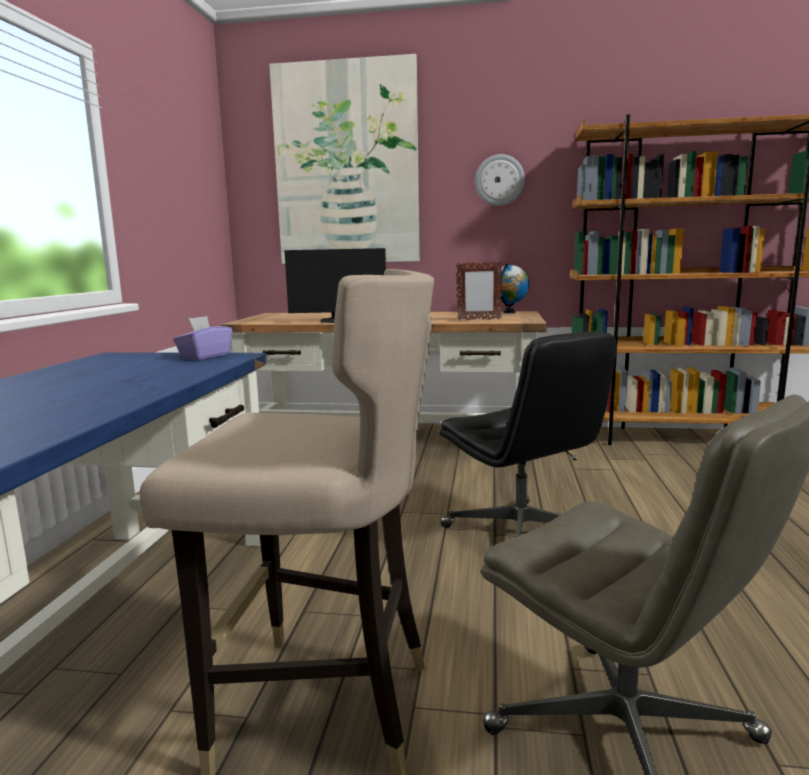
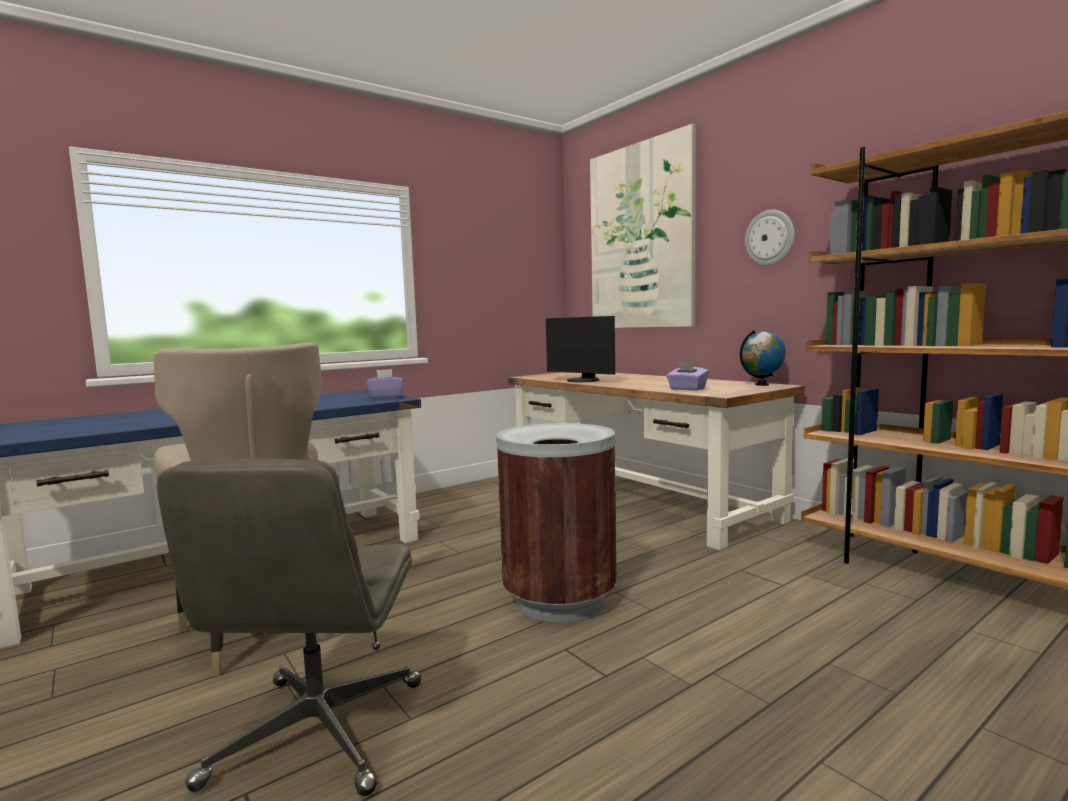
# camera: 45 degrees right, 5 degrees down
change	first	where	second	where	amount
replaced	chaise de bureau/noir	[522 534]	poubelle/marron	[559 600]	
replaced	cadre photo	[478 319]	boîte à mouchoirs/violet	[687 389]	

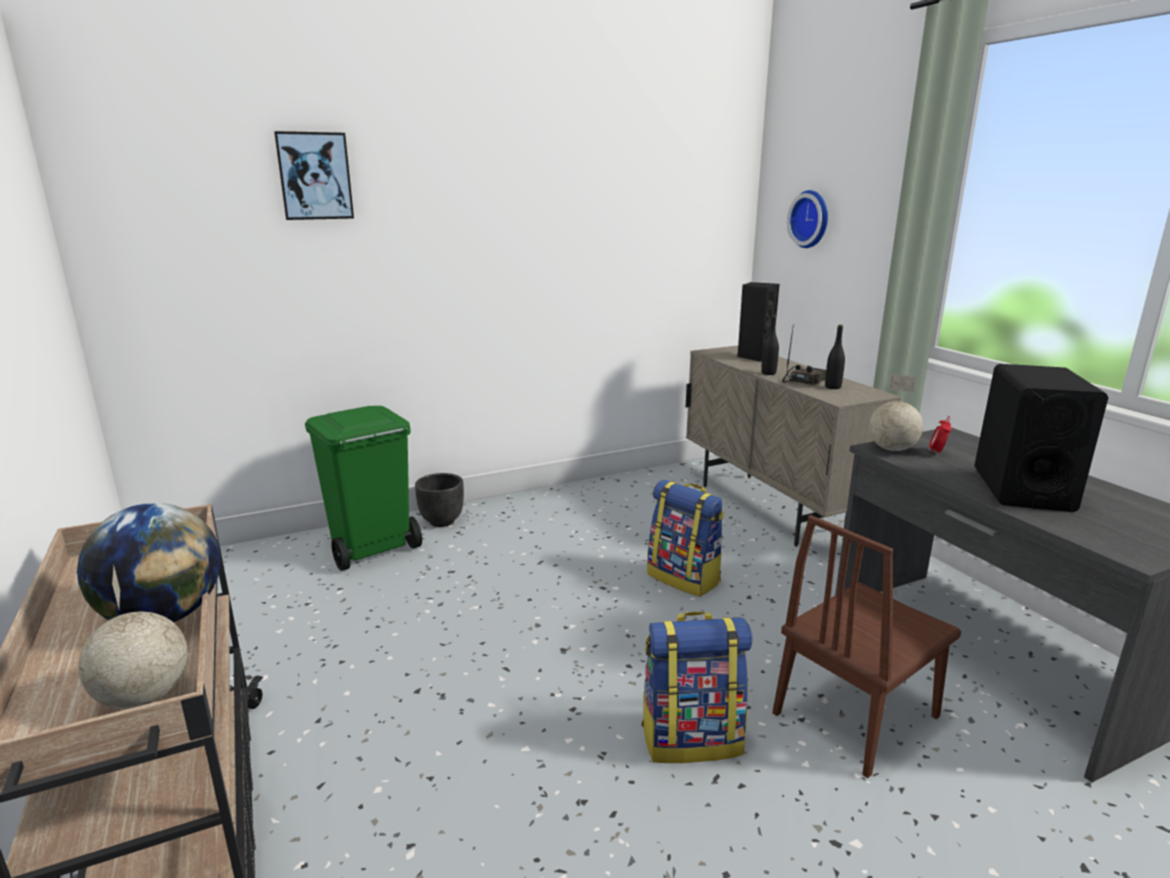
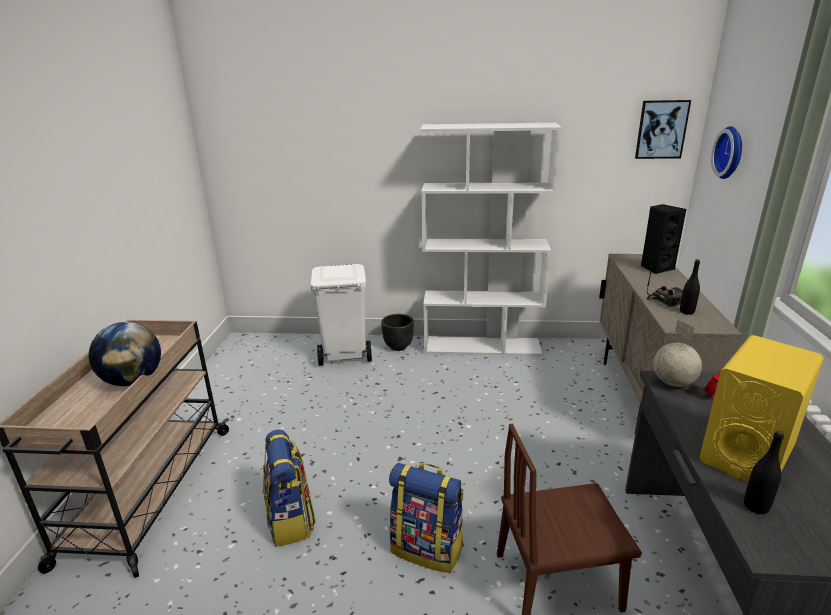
# camera: 30 degrees right, 5 degrees up
change	first	where	second	where	amount
removed	globe	[143 698]			
moved	tableau	[315 176]		[661 129]	
recoloured	poubelle/vert	[371 550]	poubelle/blanc	[344 356]	
moved	sac à dos	[684 578]		[291 520]	
moved	bouteille/noir	[768 373]		[756 506]	
recoloured	enceinte/noir	[1022 489]	enceinte/jaune	[746 453]	
added			bibliothèque/blanc	[482 346]	

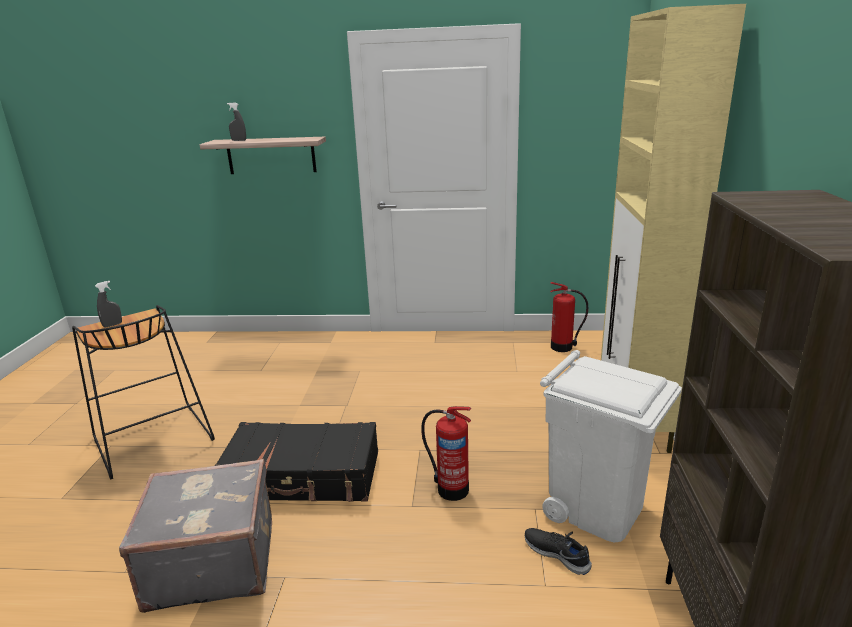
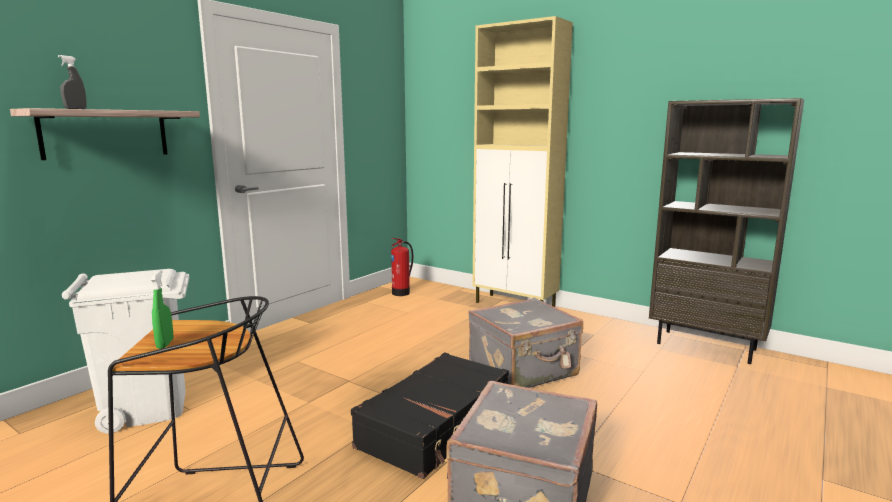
# camera: 60 degrees left, 10 degrees down
change	first	where	second	where	amount
recoloured	vaporisateur/gris	[112 325]	vaporisateur/vert	[165 344]	
replaced	extincteur	[451 489]	valise/gris	[524 371]	
removed	chaussure/noir	[557 553]			
moved	poubelle/blanc	[597 508]		[147 408]	

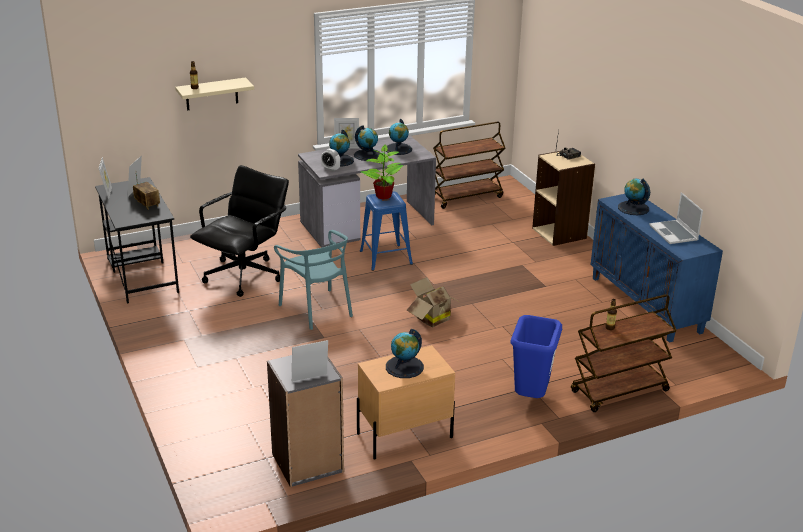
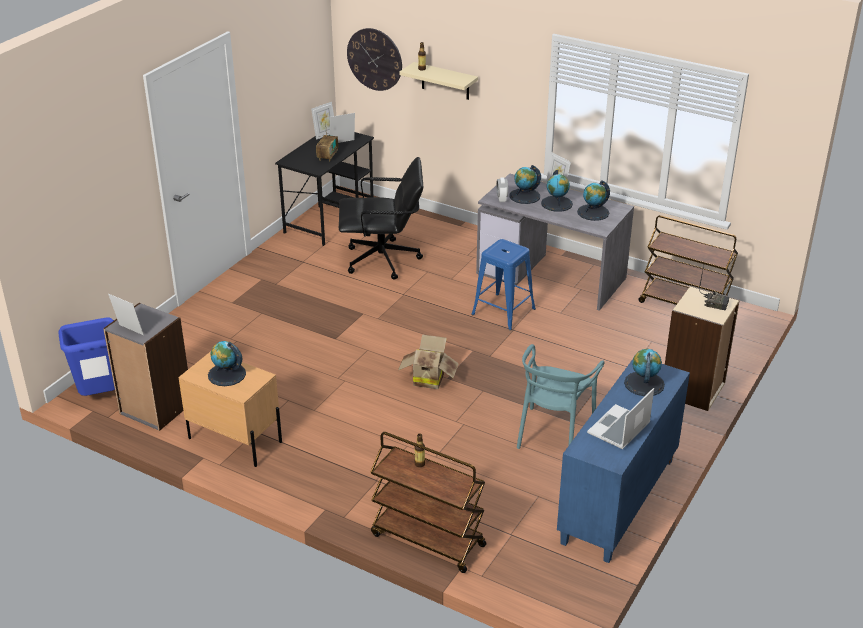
# camera: 55 degrees right, 5 degrees up
change	first	where	second	where	amount
moved	chaise/turquoise	[317 309]		[553 434]	
removed	plante en pot	[383 196]			
moved	poubelle/bleu	[530 398]		[100 397]	
added			horloge murale	[374 59]	

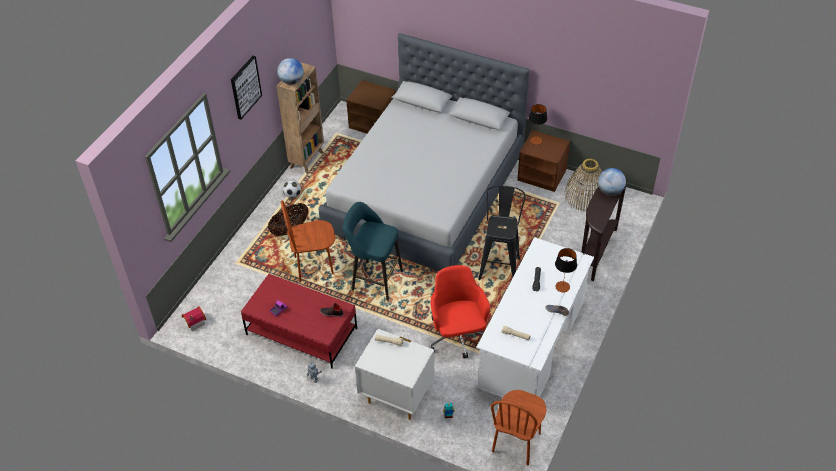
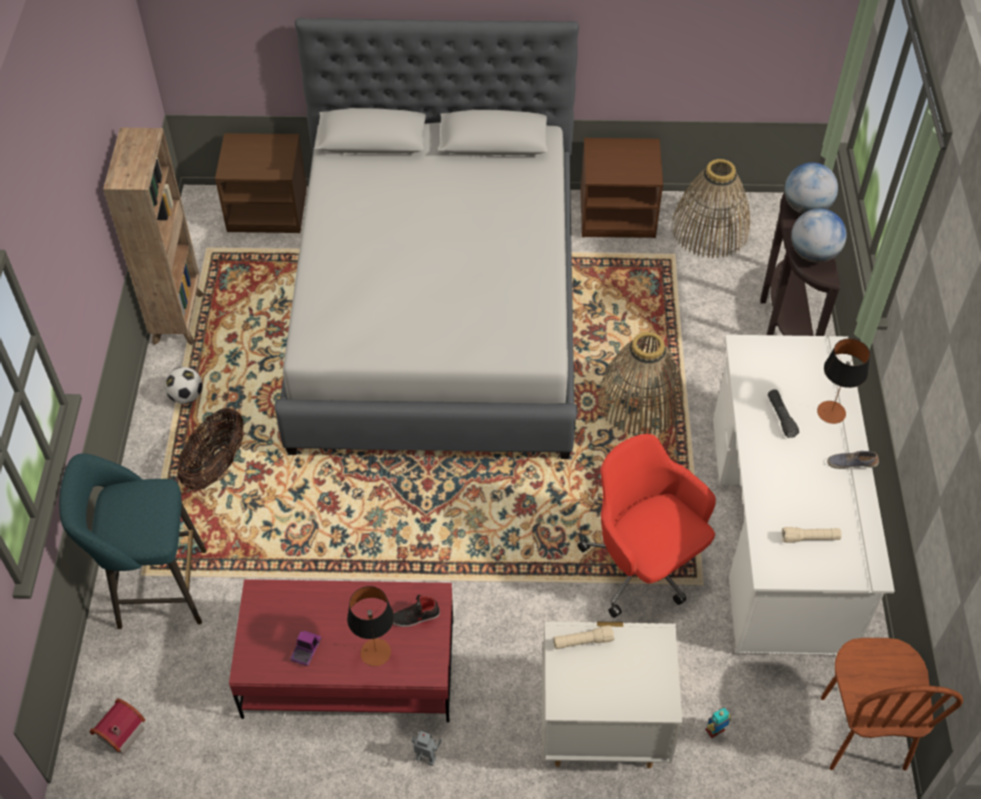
# camera: 25 degrees left, 5 degrees up
change	first	where	second	where	amount
removed	tableau	[245 87]			
moved	globe	[291 81]		[813 254]	
removed	chaise/marron	[313 265]			
moved	tabouret/turquoise	[374 279]		[155 589]	
replaced	tabouret/noir	[500 265]	panier	[640 401]	
moved	lampe de table	[535 140]		[375 652]	

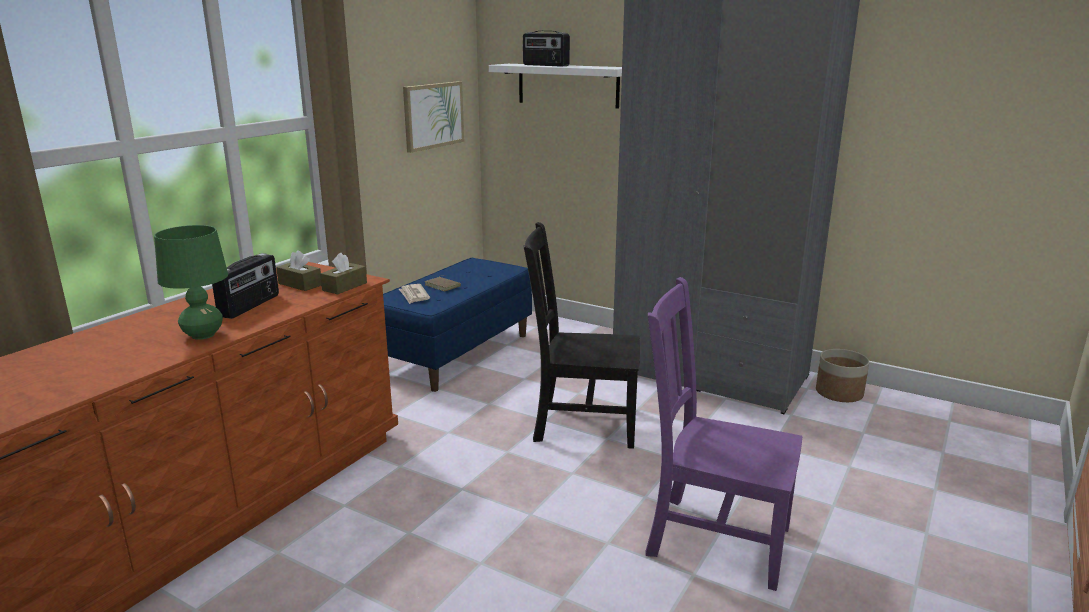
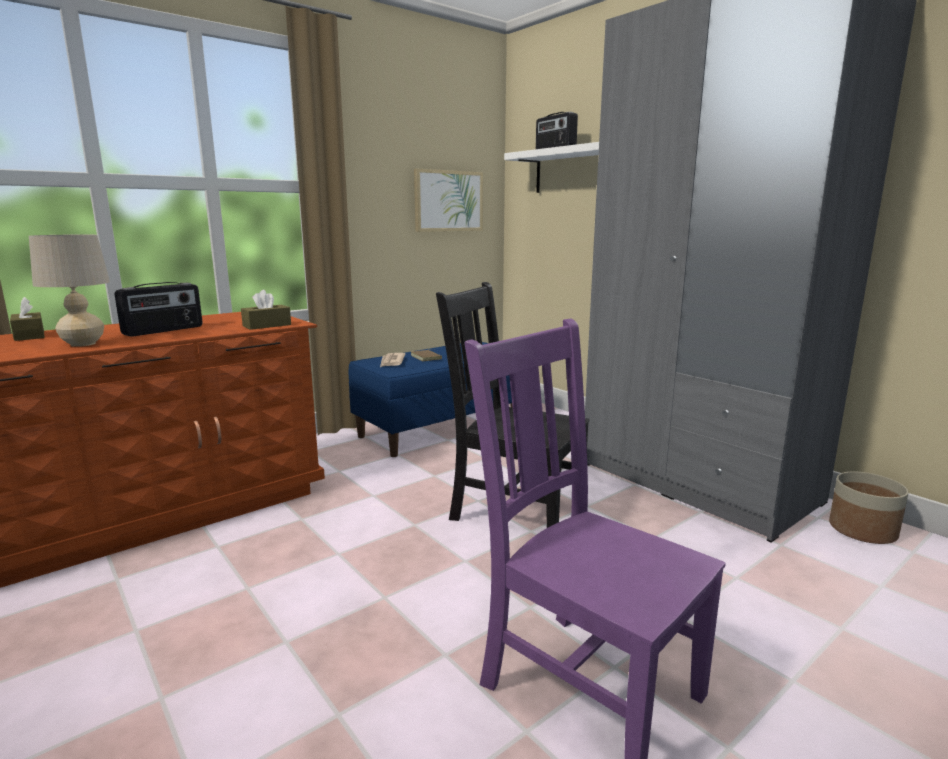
# camera: 20 degrees right, 5 degrees down
change	first	where	second	where	amount
recoloured	lampe de table/vert	[203 335]	lampe de table/beige	[83 344]	
moved	boîte à mouchoirs/marron	[300 284]		[29 335]	

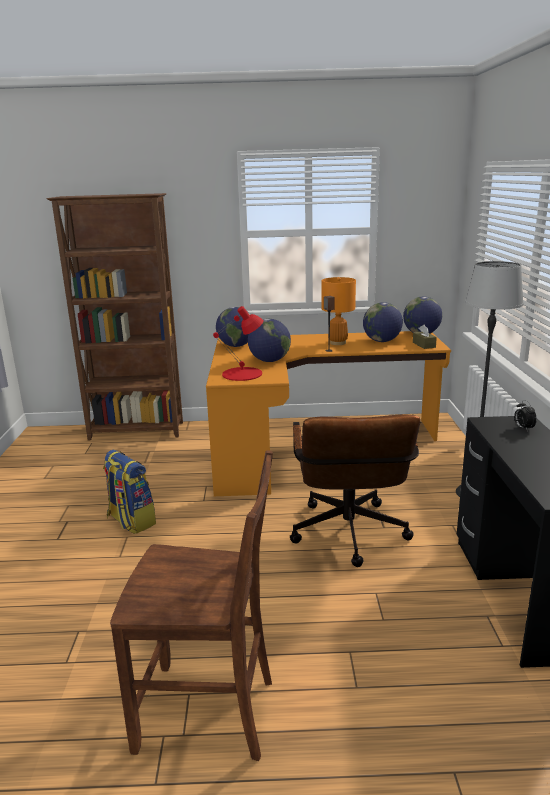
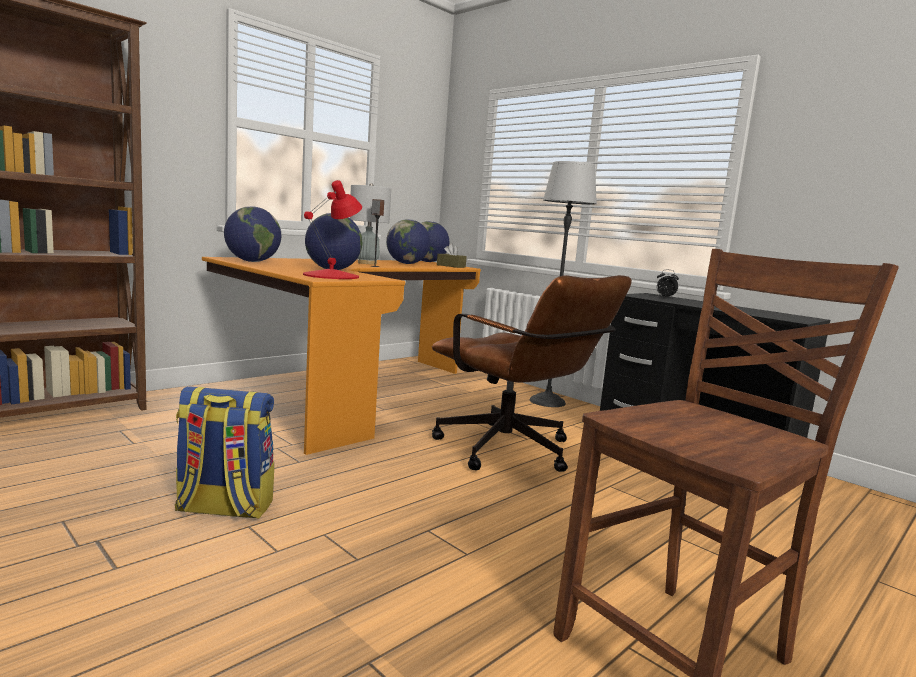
# camera: 45 degrees left, 10 degrees down
change	first	where	second	where	amount
recoloured	lampe de table/orange	[338 343]	lampe de table/gris	[367 263]	

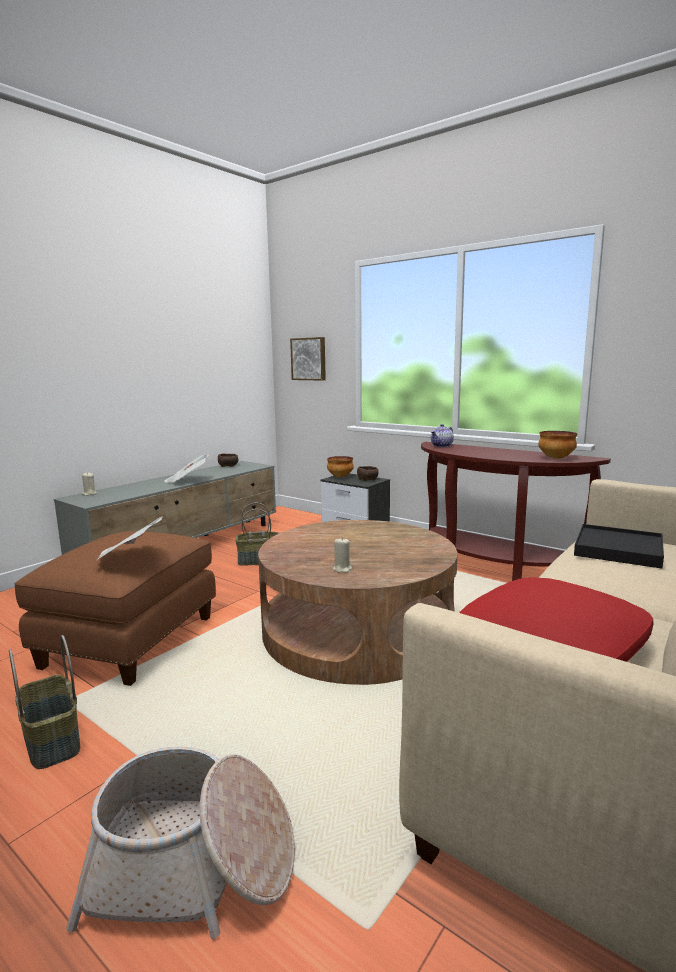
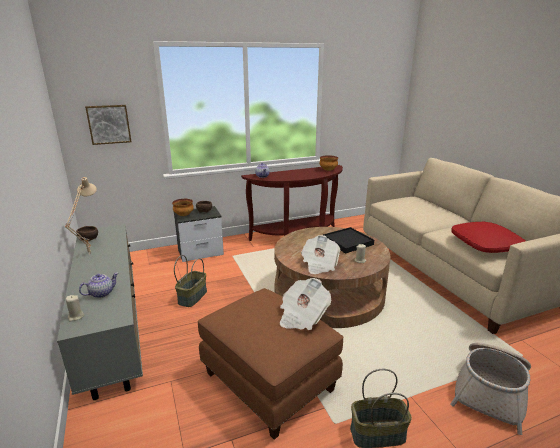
# camera: 60 degrees left, 10 degrees up
change	first	where	second	where	amount
moved	journal	[187 480]		[319 264]	
moved	plateau/noir	[618 550]		[348 242]	
added			lampe de table/beige	[88 253]	
added			théière	[101 293]	

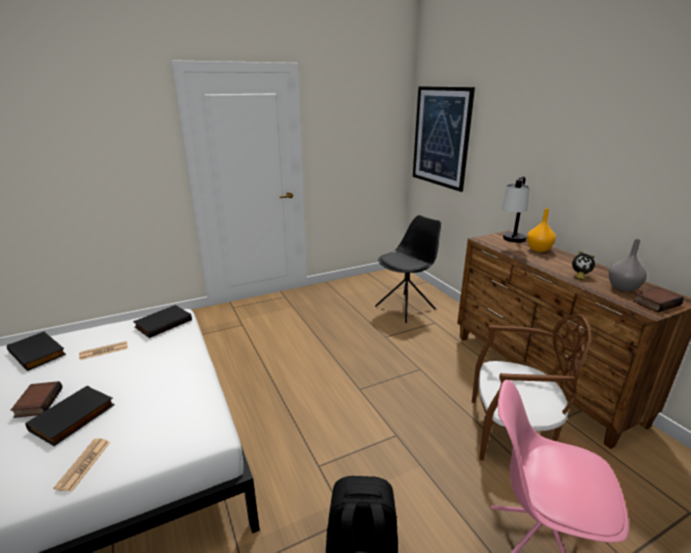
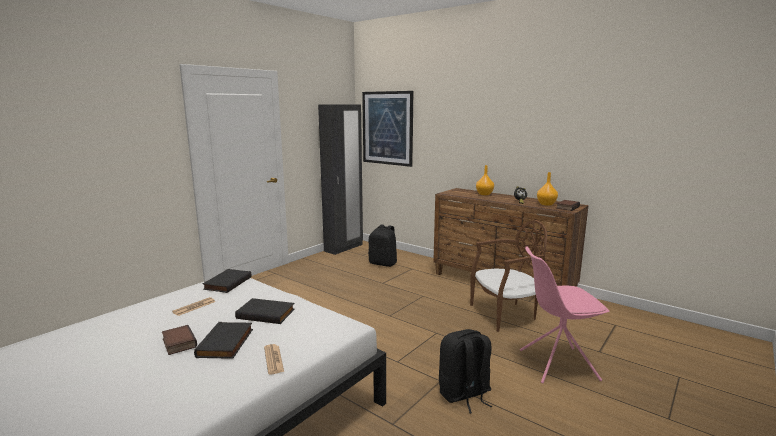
# camera: 25 degrees left, 10 degrees down
change	first	where	second	where	amount
moved	livre/noir	[39 353]		[266 313]	
replaced	chaise/noir	[406 307]	sac à dos/noir	[383 263]	
removed	lampe de table	[511 242]			
recoloured	vase/gris	[623 287]	vase/orange	[546 204]	
added			armoire/noir	[344 248]	

